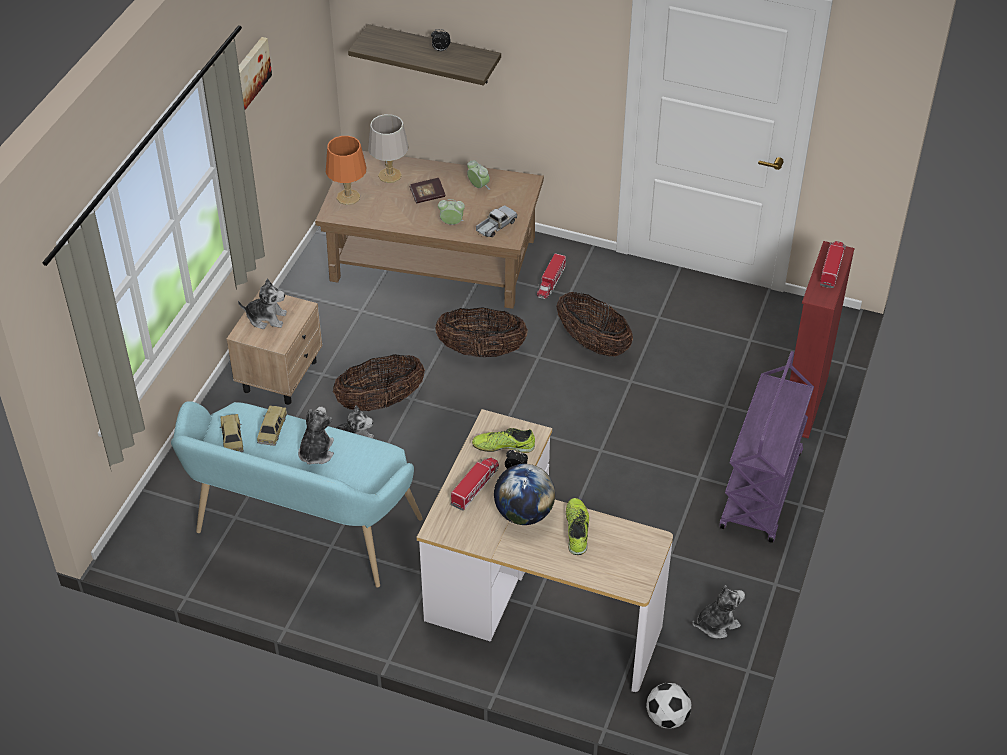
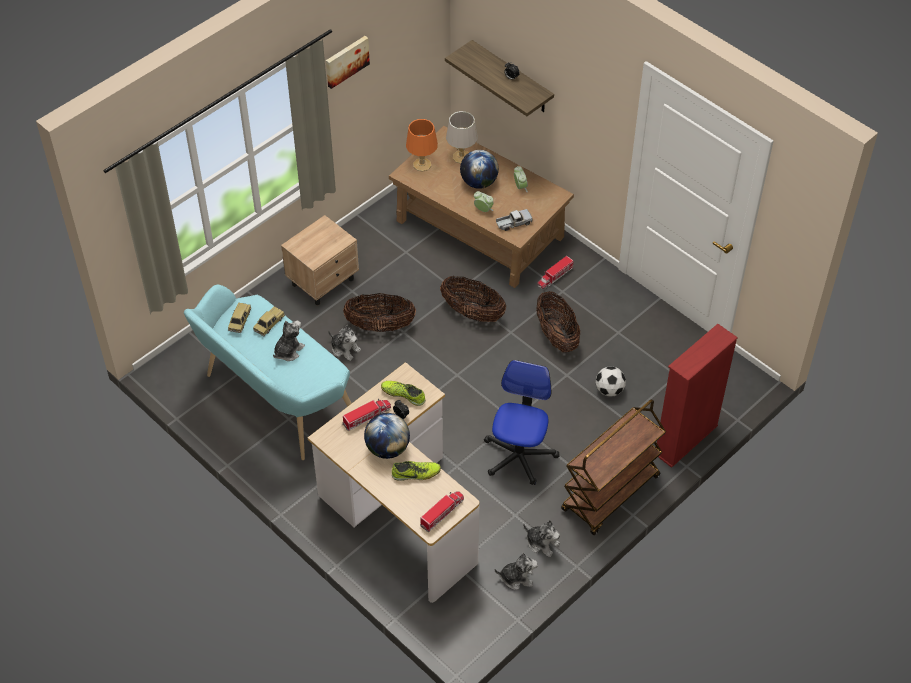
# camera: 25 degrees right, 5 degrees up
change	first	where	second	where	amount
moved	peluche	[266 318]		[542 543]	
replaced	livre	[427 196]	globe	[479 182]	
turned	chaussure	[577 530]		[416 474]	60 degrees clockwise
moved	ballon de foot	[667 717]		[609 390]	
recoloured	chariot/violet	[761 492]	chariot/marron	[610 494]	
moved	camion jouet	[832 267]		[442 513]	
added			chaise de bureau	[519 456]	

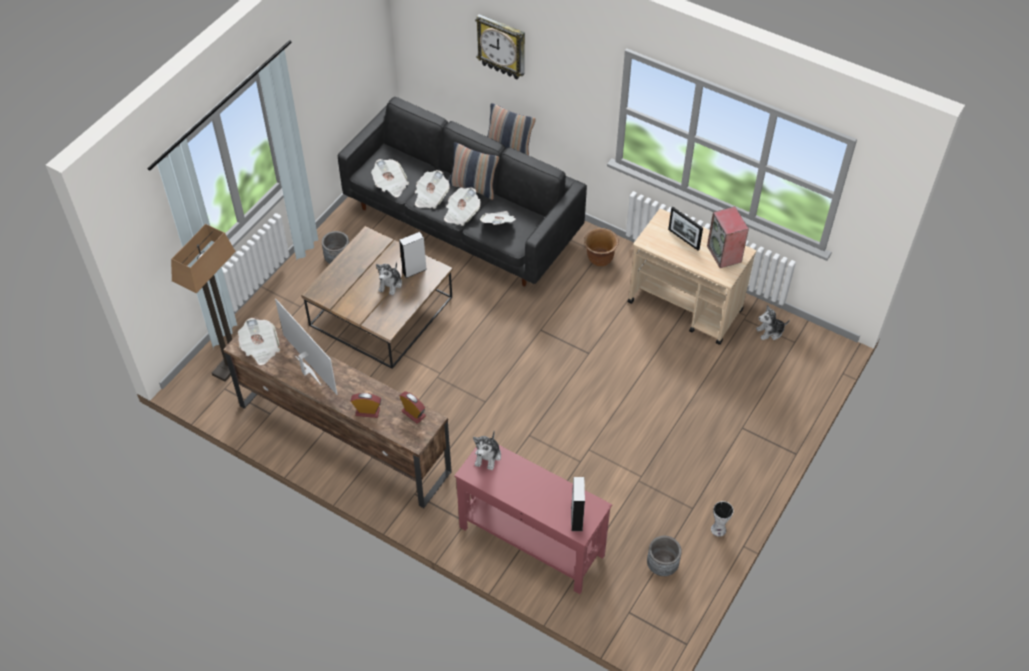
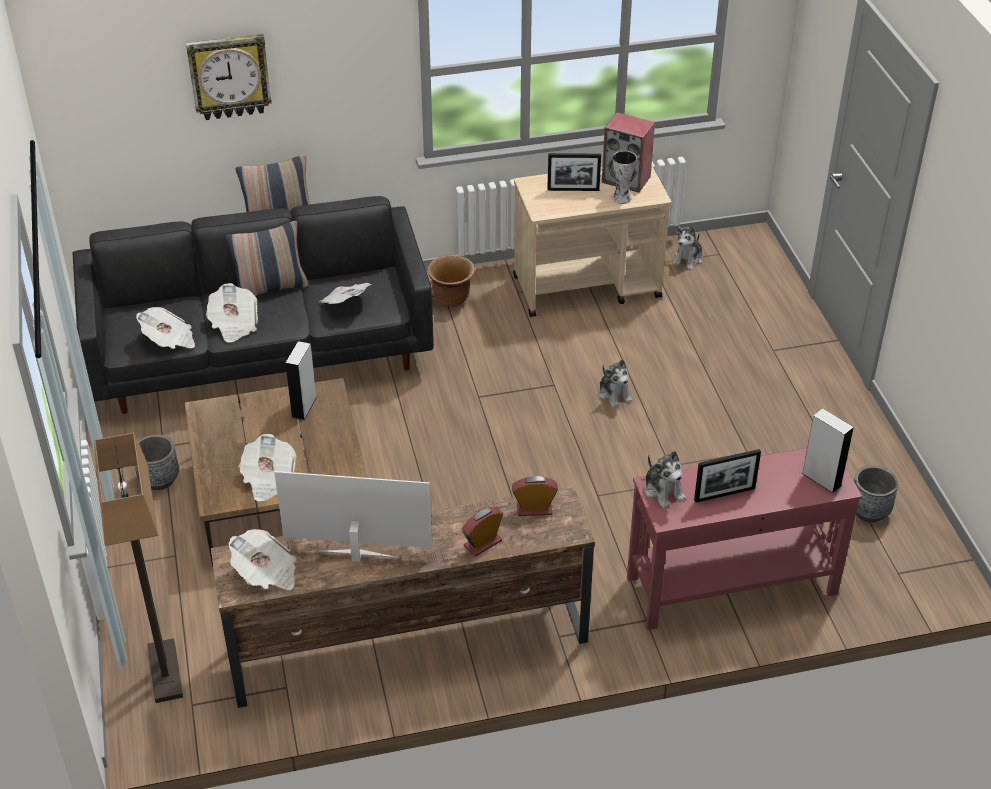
# camera: 45 degrees left, 10 degrees down
change	first	where	second	where	amount
moved	peluche	[390 284]		[614 394]	
moved	journal	[461 213]		[268 480]	
moved	vase	[718 530]		[622 199]	
added			cadre photo	[724 494]	

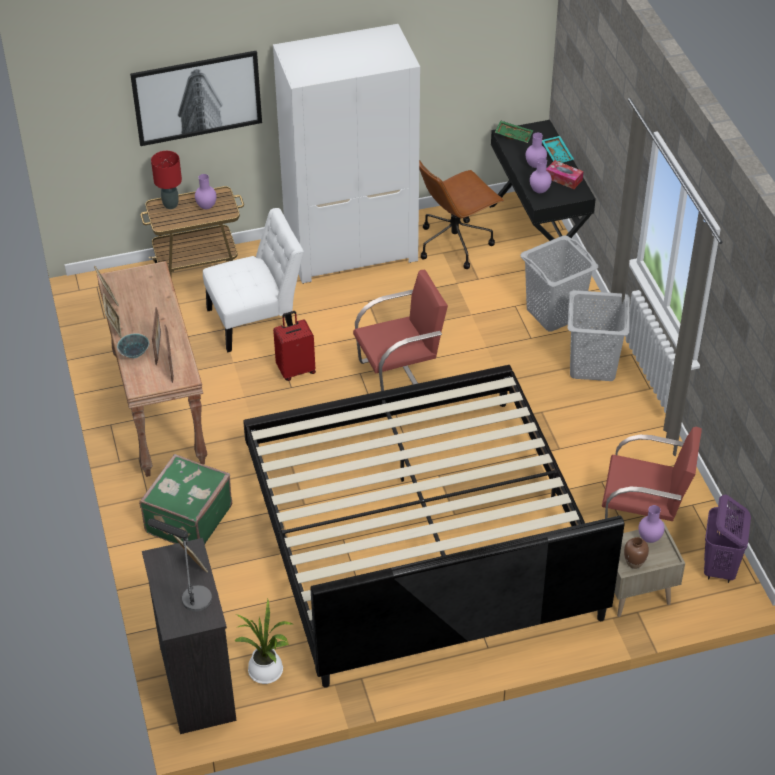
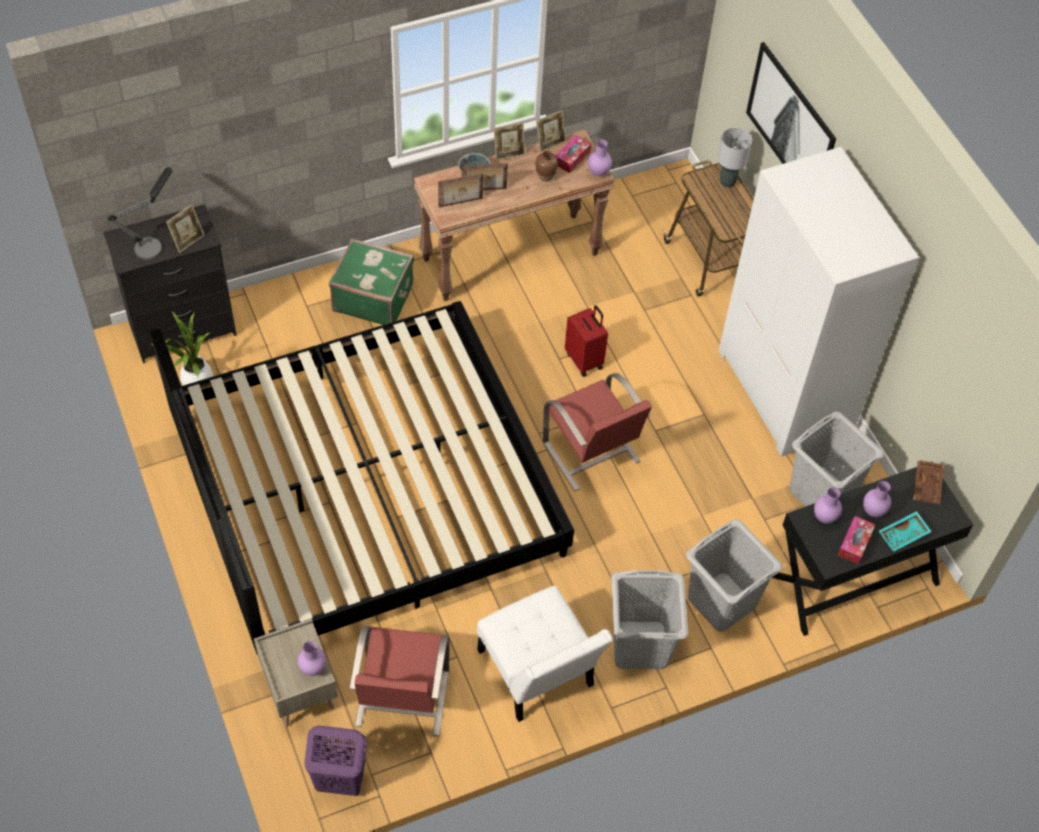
# camera: 80 degrees right, 10 degrees up
change	first	where	second	where	amount
recoloured	lampe de table/rouge	[170 205]	lampe de table/gris	[727 182]	
moved	vase/violet	[206 207]		[598 172]	
moved	chaise/blanc	[256 320]		[538 674]	
replaced	chaise de bureau/marron	[455 243]	panier à linge/gris	[821 492]	
recoloured	plateau/vert	[513 135]	plateau/marron	[928 485]	
moved	vase/marron	[634 563]		[545 176]	
added			boîte à mouchoirs	[572 158]	

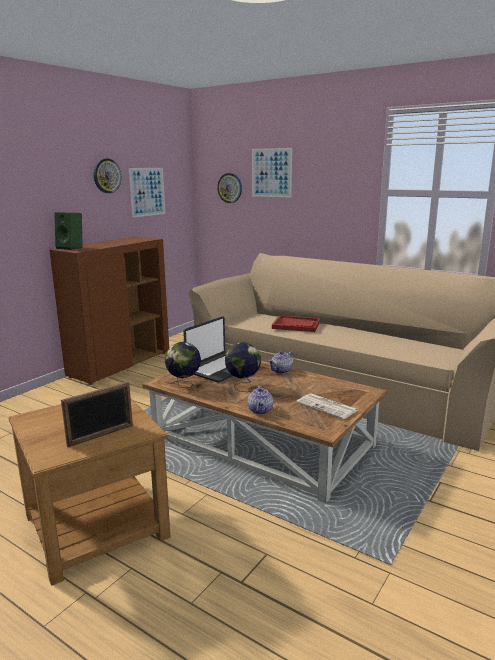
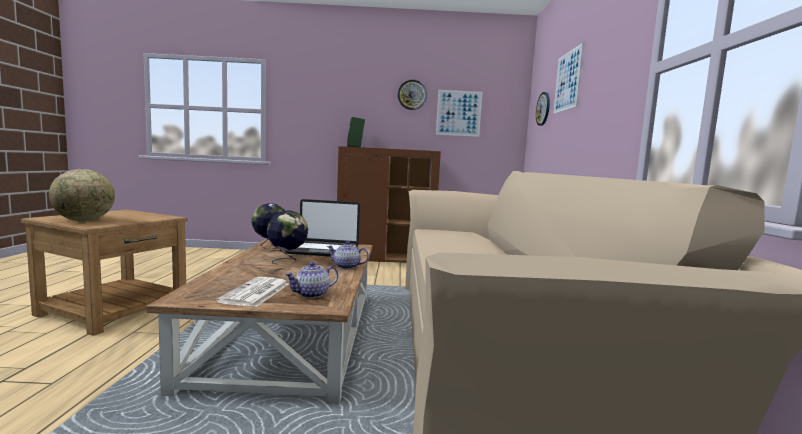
# camera: 55 degrees right, 10 degrees down
change	first	where	second	where	amount
replaced	cadre photo	[101 435]	globe	[85 220]	
moved	théière	[260 410]		[312 294]	
removed	plateau/rouge	[296 325]			

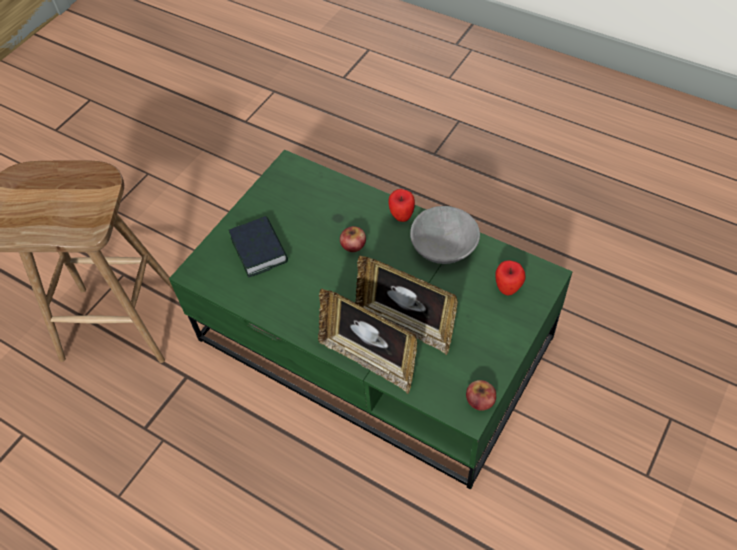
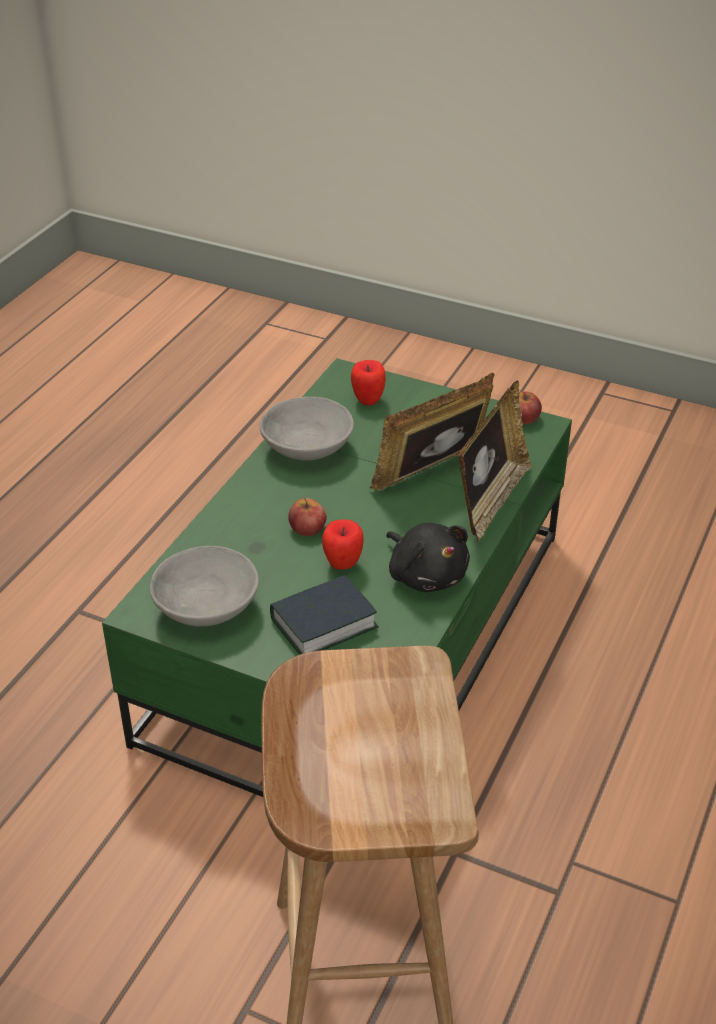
# camera: 100 degrees left, 15 degrees down
change	first	where	second	where	amount
turned	cadre photo	[405 324]		[433 474]	150 degrees counterclockwise
moved	pomme	[401 217]		[343 565]	
added			bol/gris	[206 608]	
added			peluche/noir	[426 575]	

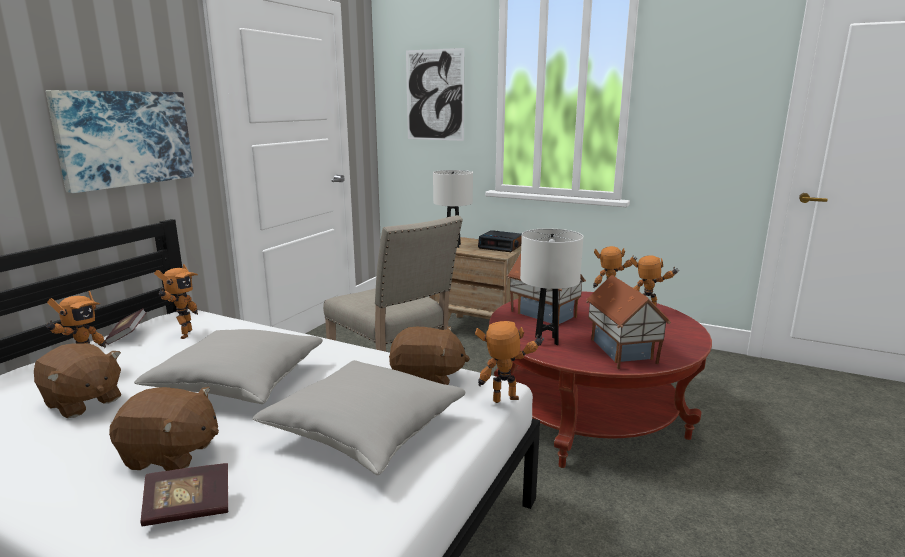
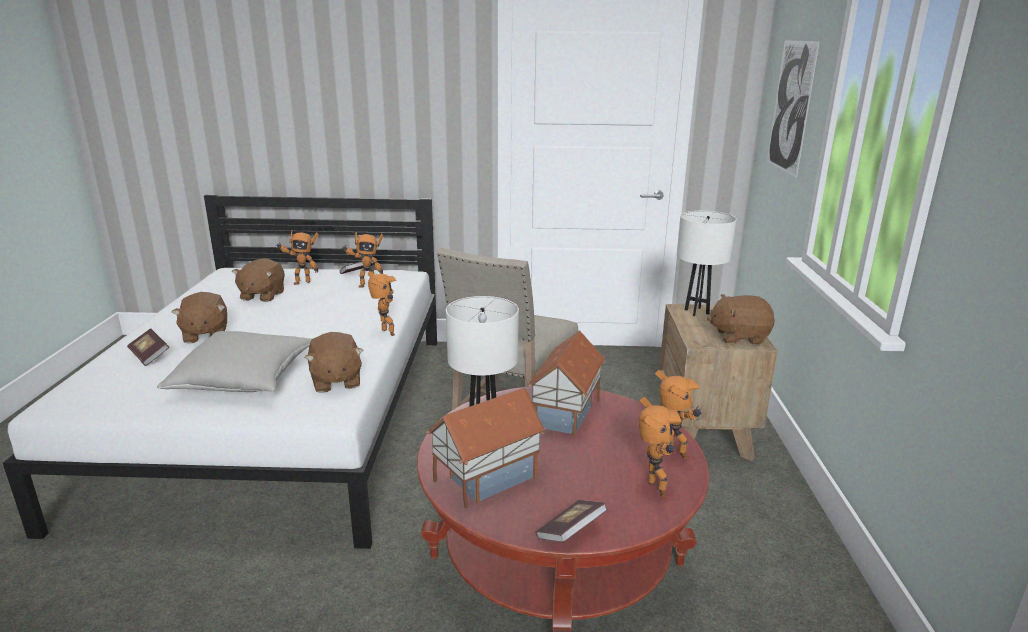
# camera: 65 degrees right, 5 degrees up
change	first	where	second	where	amount
removed	tableau	[125 138]			
removed	coussin/gris	[239 382]			
moved	robot jouet	[507 402]		[386 333]	
replaced	réveil	[502 246]	peluche/marron	[739 336]	
added			livre	[571 532]	

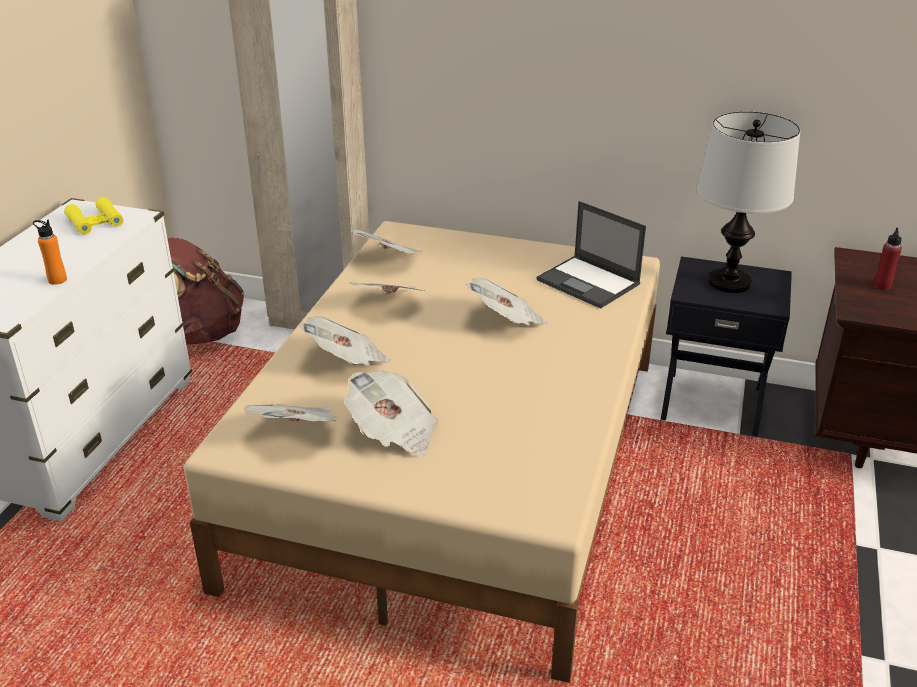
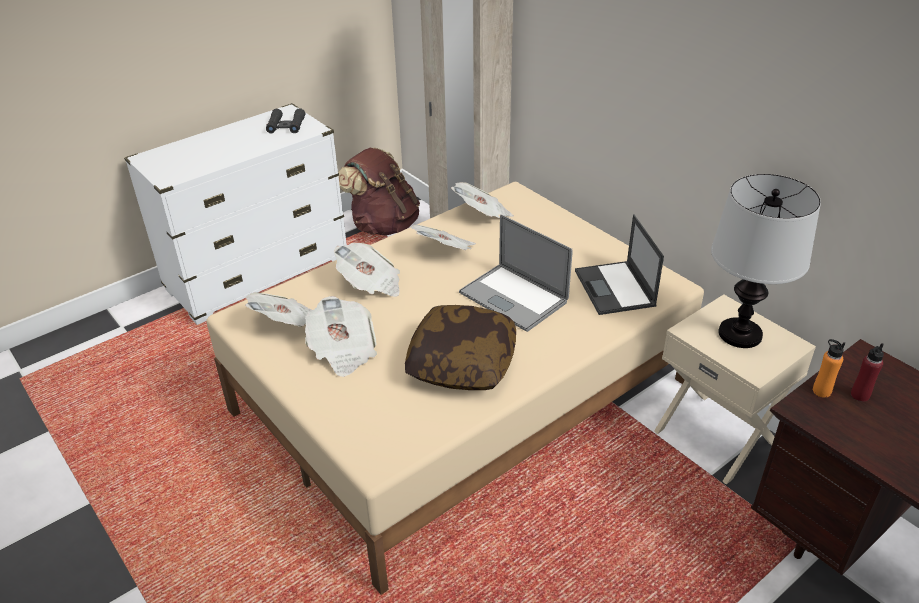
# camera: 35 degrees right, 5 degrees up
change	first	where	second	where	amount
moved	bouteille/orange	[57 280]		[821 391]	
recoloured	jumelles/jaune	[95 222]	jumelles/noir	[286 126]	
replaced	journal	[507 321]	ordinateur portable	[513 297]	
recoloured	table de chevet/noir	[712 401]	table de chevet/beige	[716 435]	
added			coussin	[462 362]	

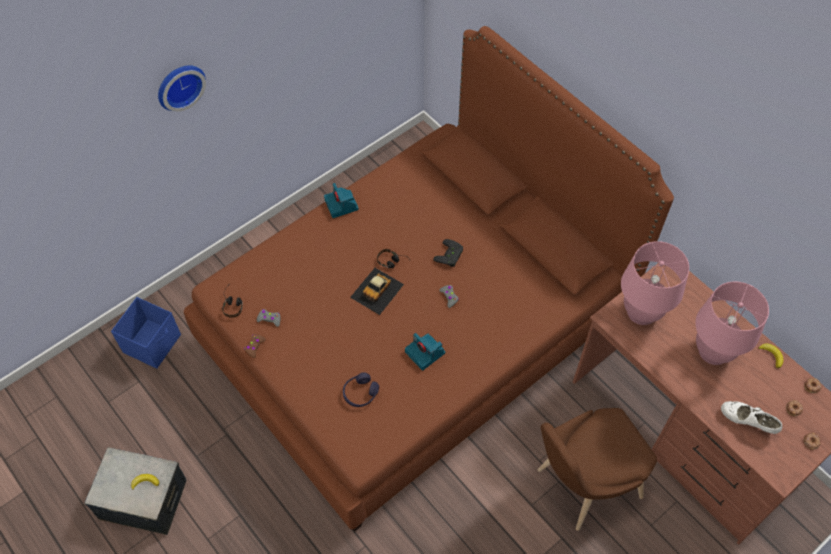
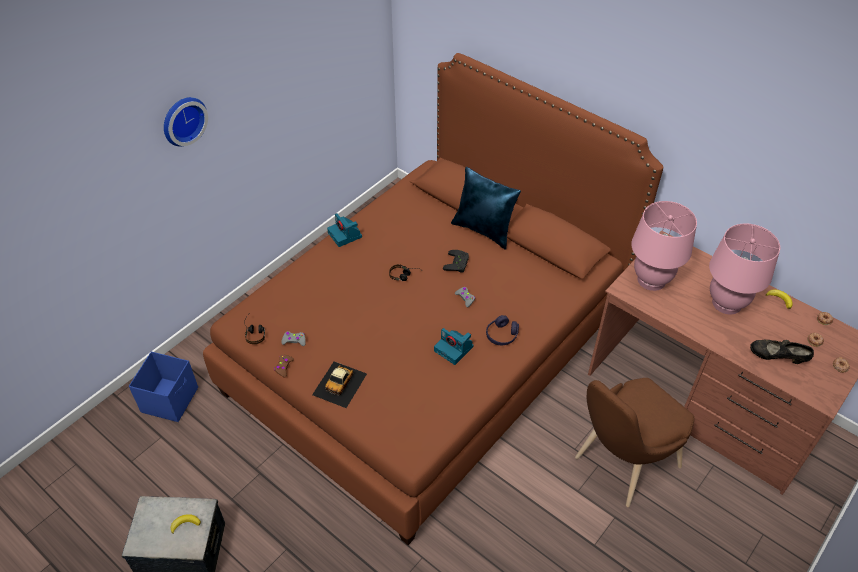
# camera: 10 degrees left, 10 degrees down
change	first	where	second	where	amount
moved	casque audio/violet	[360 393]		[501 335]	
moved	petite voiture	[377 290]		[340 384]	
recoloured	chaussure/blanc	[747 422]	chaussure/noir	[777 358]	
added			coussin/bleu	[484 230]	

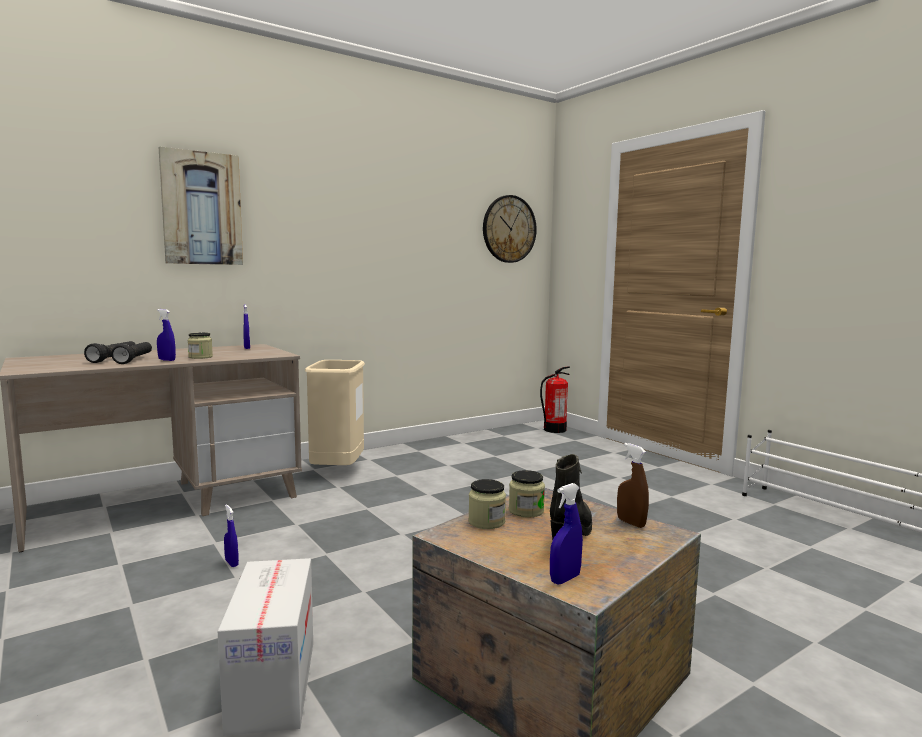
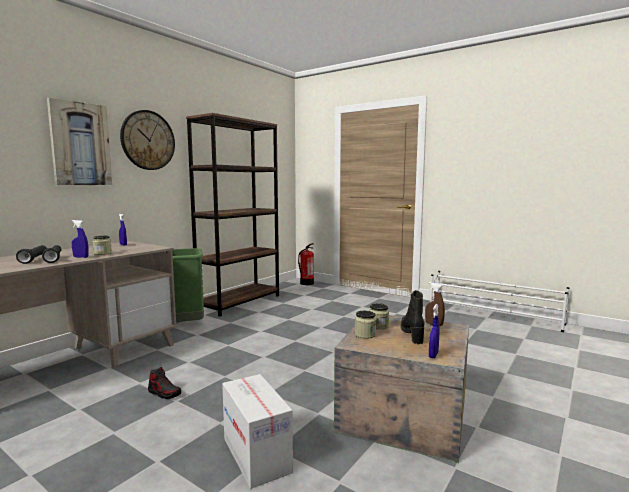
# camera: 20 degrees left, 0 degrees up
change	first	where	second	where	amount
replaced	vaporisateur/bleu	[231 563]	chaussure	[164 393]	
recoloured	poubelle/beige	[338 471]	poubelle/vert	[188 325]	
moved	horloge murale	[509 229]		[148 140]	
added			bibliothèque/marron	[240 302]	

